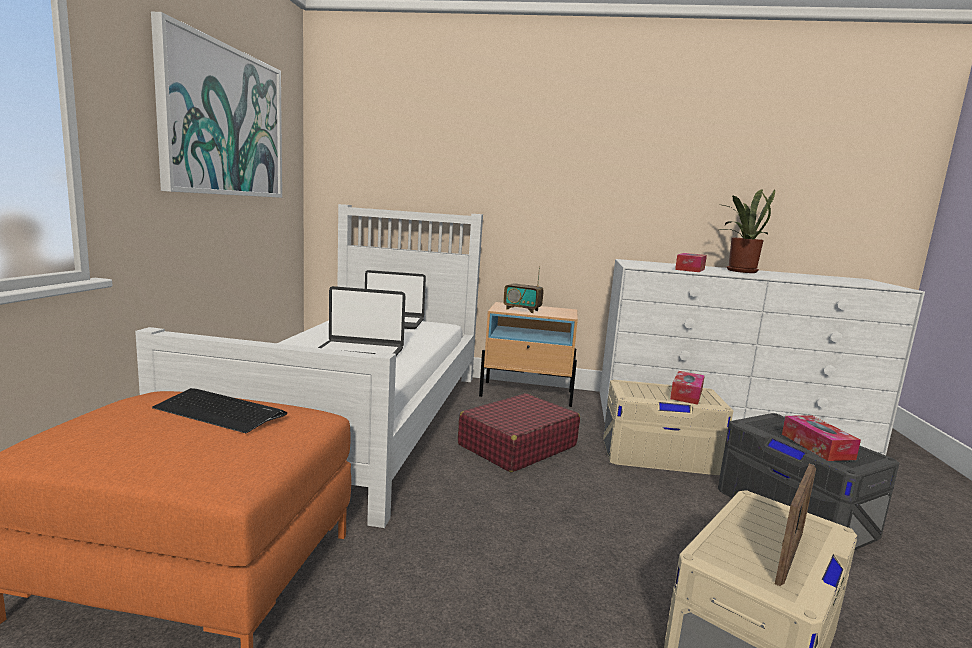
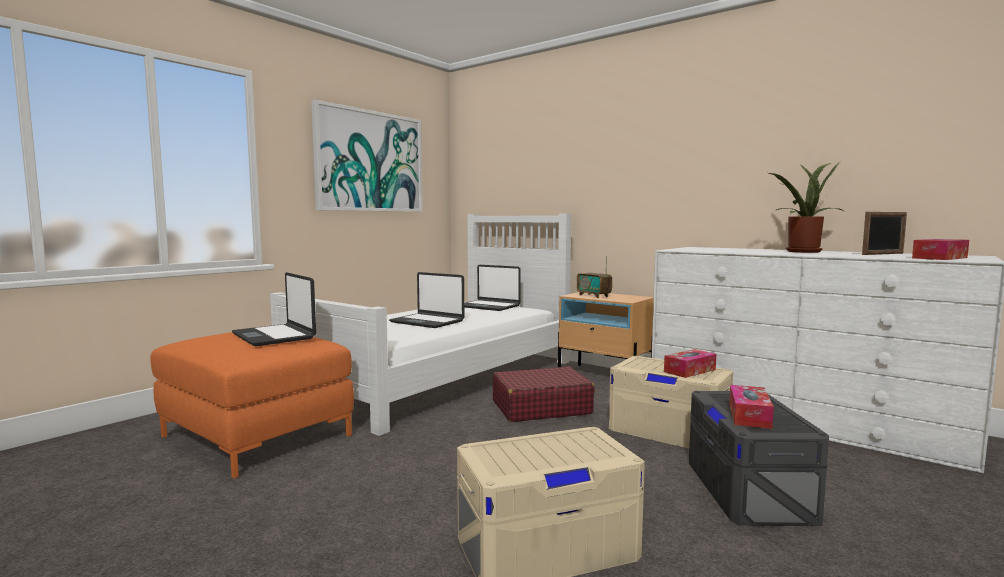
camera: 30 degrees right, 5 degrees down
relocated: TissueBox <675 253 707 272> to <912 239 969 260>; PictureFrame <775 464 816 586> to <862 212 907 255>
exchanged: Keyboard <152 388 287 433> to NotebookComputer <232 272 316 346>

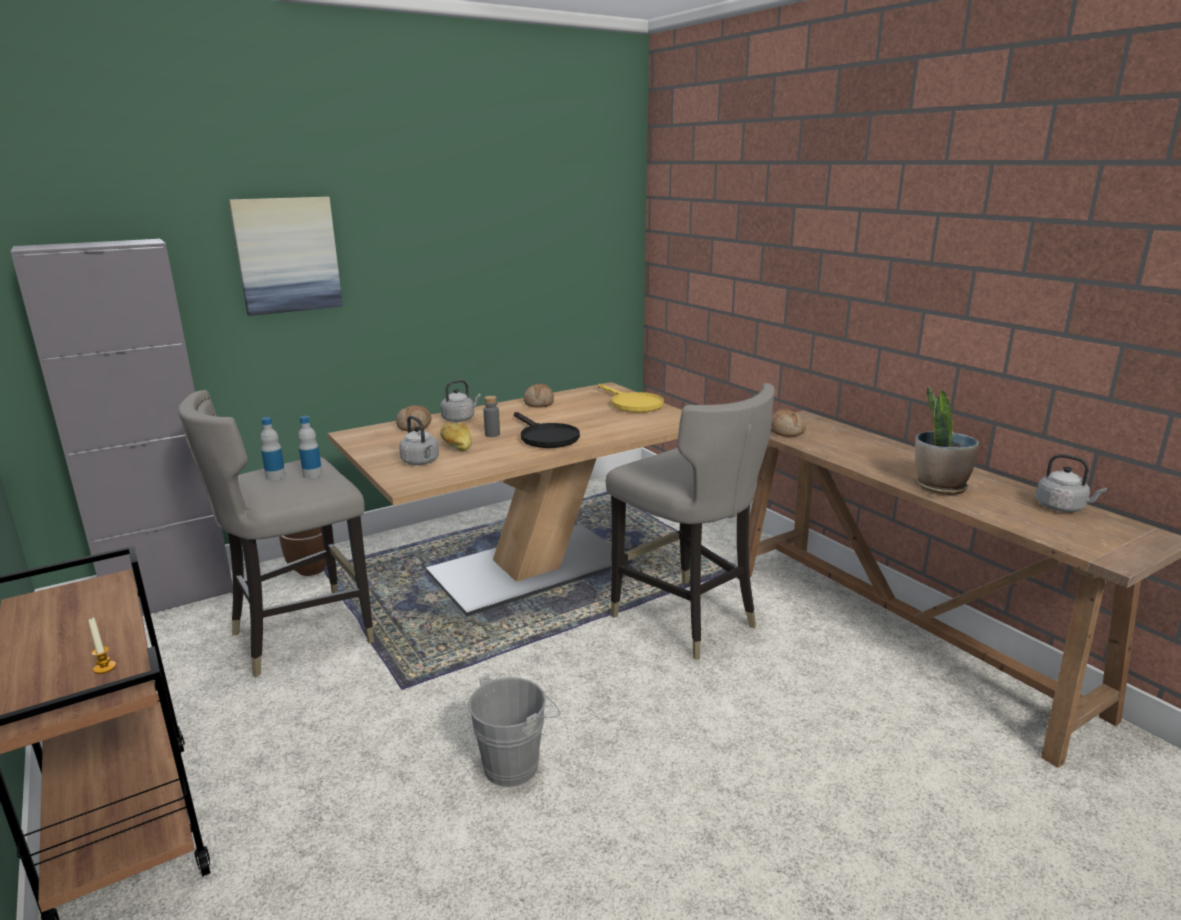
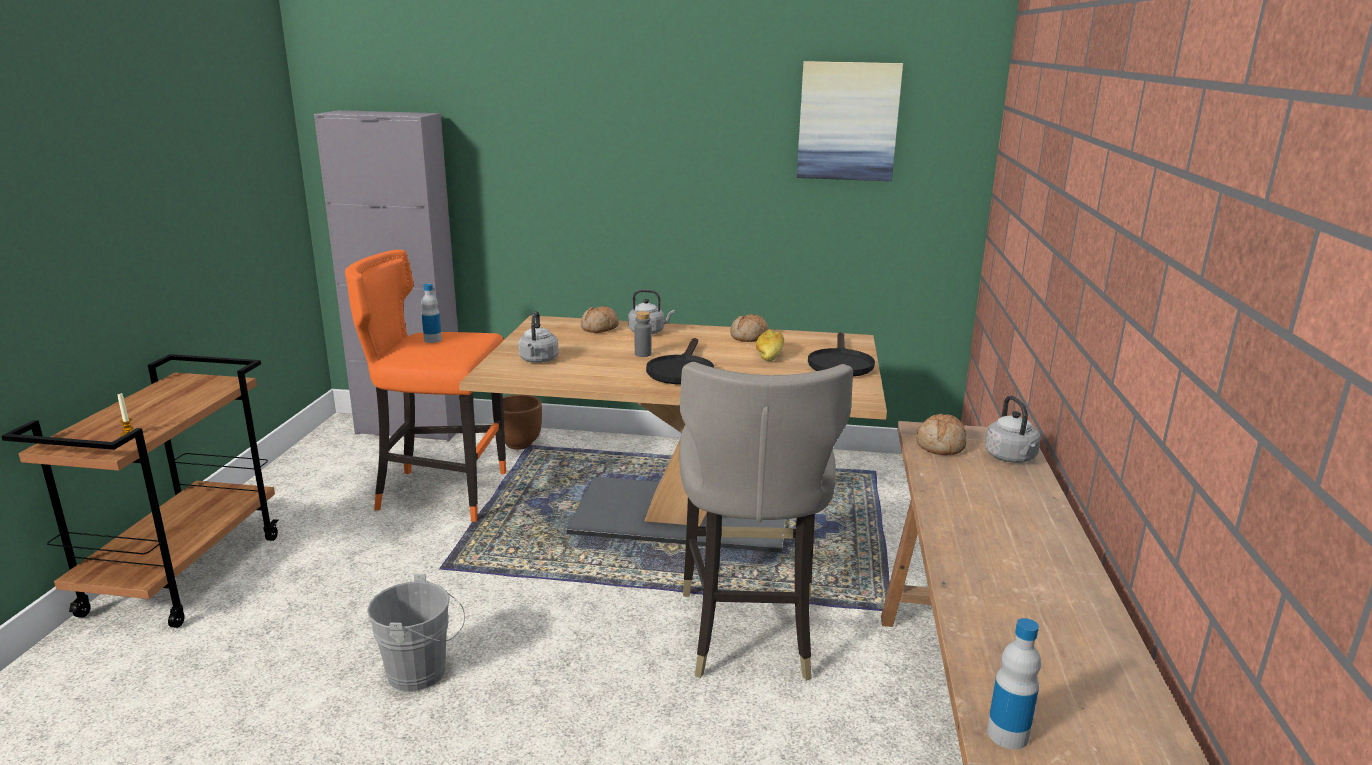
camera: 40 degrees right, 0 degrees up
missing: PottedPlant <915 386 979 495>
relocated: Picture <229 197 343 316> to <797 61 903 181>; DrinkBottle <298 416 322 478> to <987 618 1041 749>; Bread <440 423 472 451> to <756 330 784 361>; GreyishTeaKettle <1036 454 1107 512> to <985 395 1041 463>
colour: GreyishStool <178 390 374 677> to OrangeColouredStool <345 250 506 522>; YellowPan <599 384 664 413> to BlackishPan <808 332 875 376>

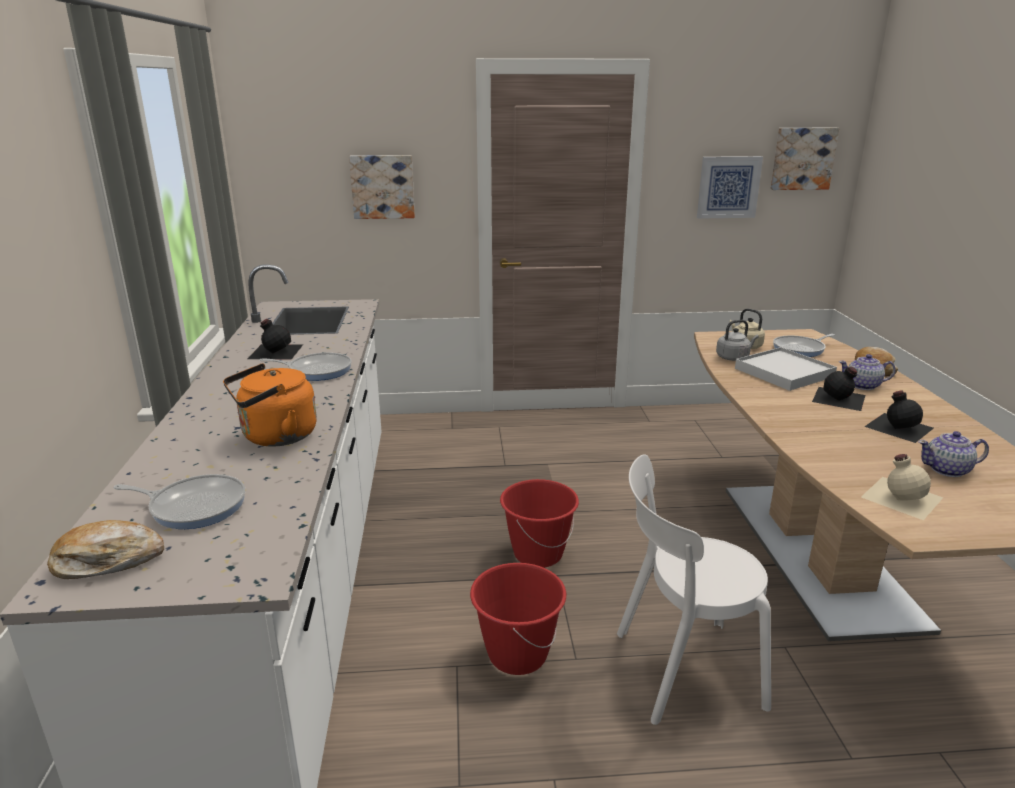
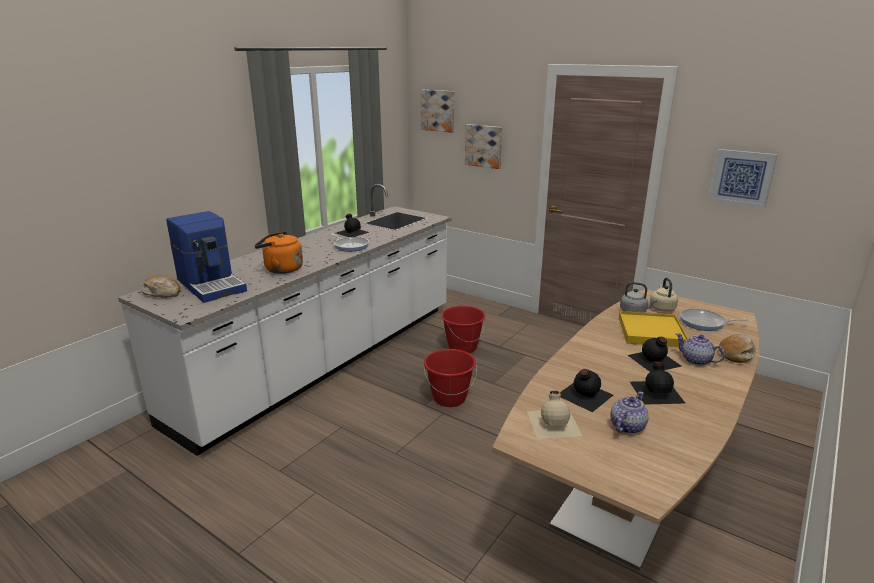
camera: 40 degrees right, 0 degrees up
missing: WhiteColouredUprightChair <617 454 771 725>
appeared: BlackishDrinkBottle <560 369 613 412>
relocated: RedColouredBucket <470 563 566 675> to <441 306 486 353>; Picture <771 128 839 190> to <420 90 455 133>
exchanged: Pan <113 474 245 529> to CoffeeMaker <166 211 247 303>
colour: WhiteColouredServingTray <735 347 837 391> to YellowServingTray <619 311 688 347>
spun: Teapot <918 431 989 477> = <611 392 649 434> 90 degrees clockwise

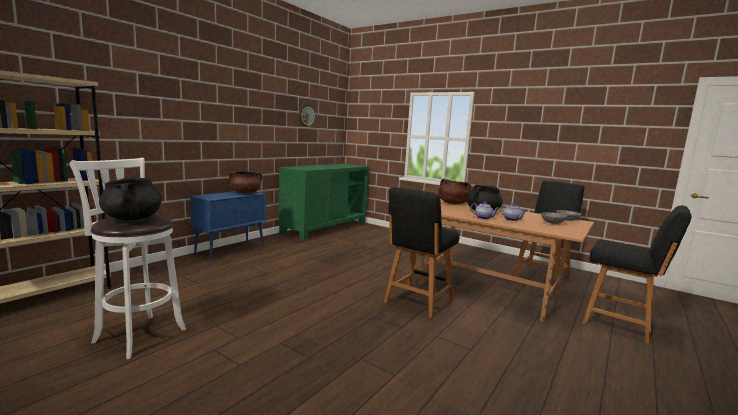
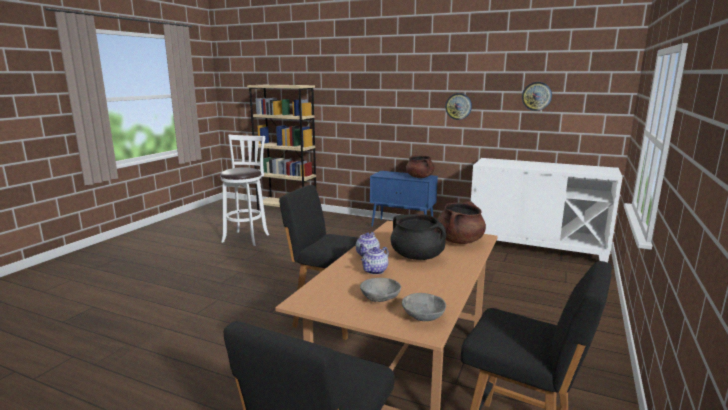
camera: 80 degrees right, 5 degrees up
missing: BlackishStockpot <99 177 162 221>
appeared: WallClock <445 93 472 120>
colour: GreenColouredCupboard <279 164 369 240> to WhiteColouredCupboard <471 158 623 263>

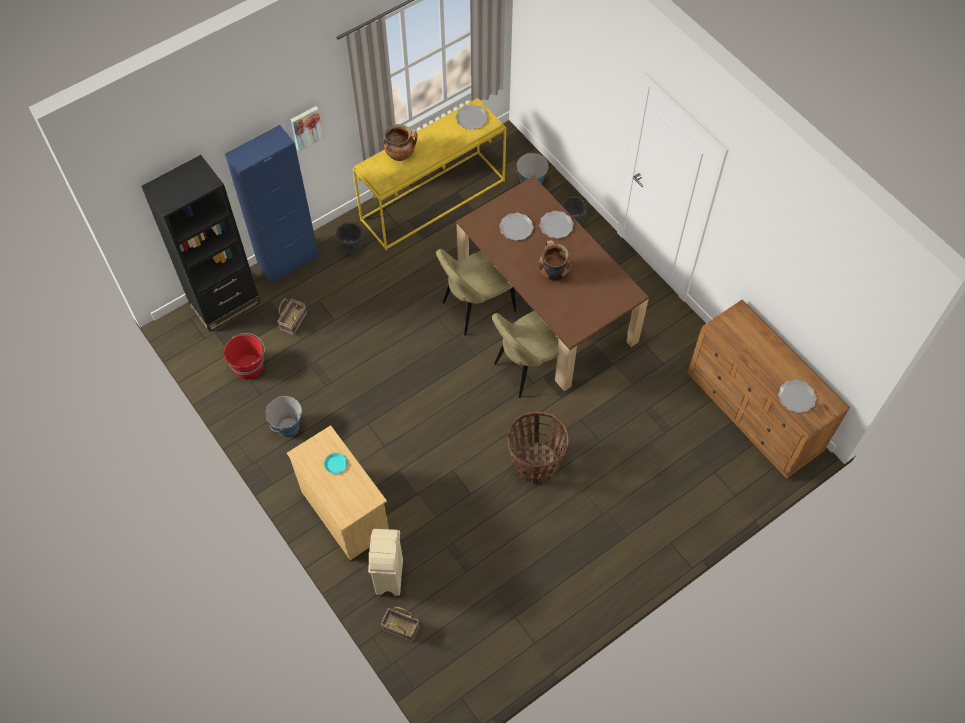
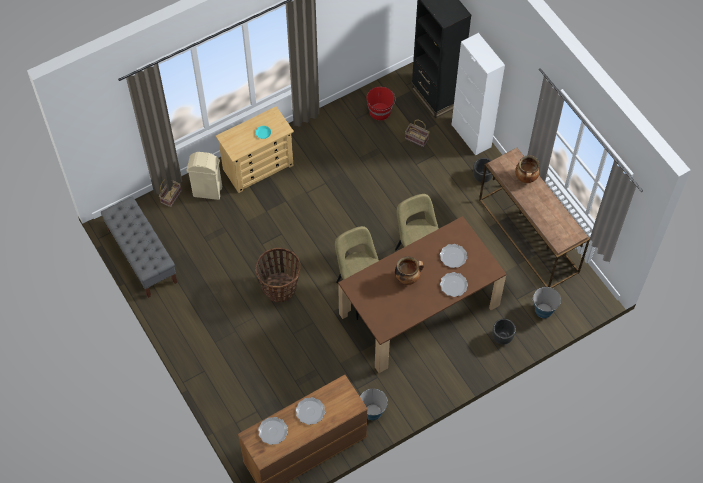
camera: 95 degrees right, 0 degrees up
missing: Picture <291 106 324 152>
appeared: GreyishLongSeat <101 196 177 298>
relocated: Bucket <265 396 302 437> to <360 389 388 420>; Plate <455 104 488 130> to <296 397 325 425>
colour: BlueColouredCupboard <225 125 319 284> to WhiteColouredCupboard <452 33 505 156>; YellowConsoleTable <352 98 506 250> to BrownishConsoleTable <479 148 590 288>

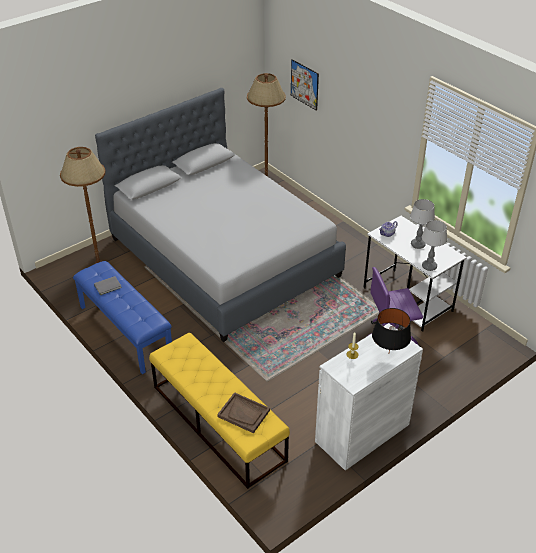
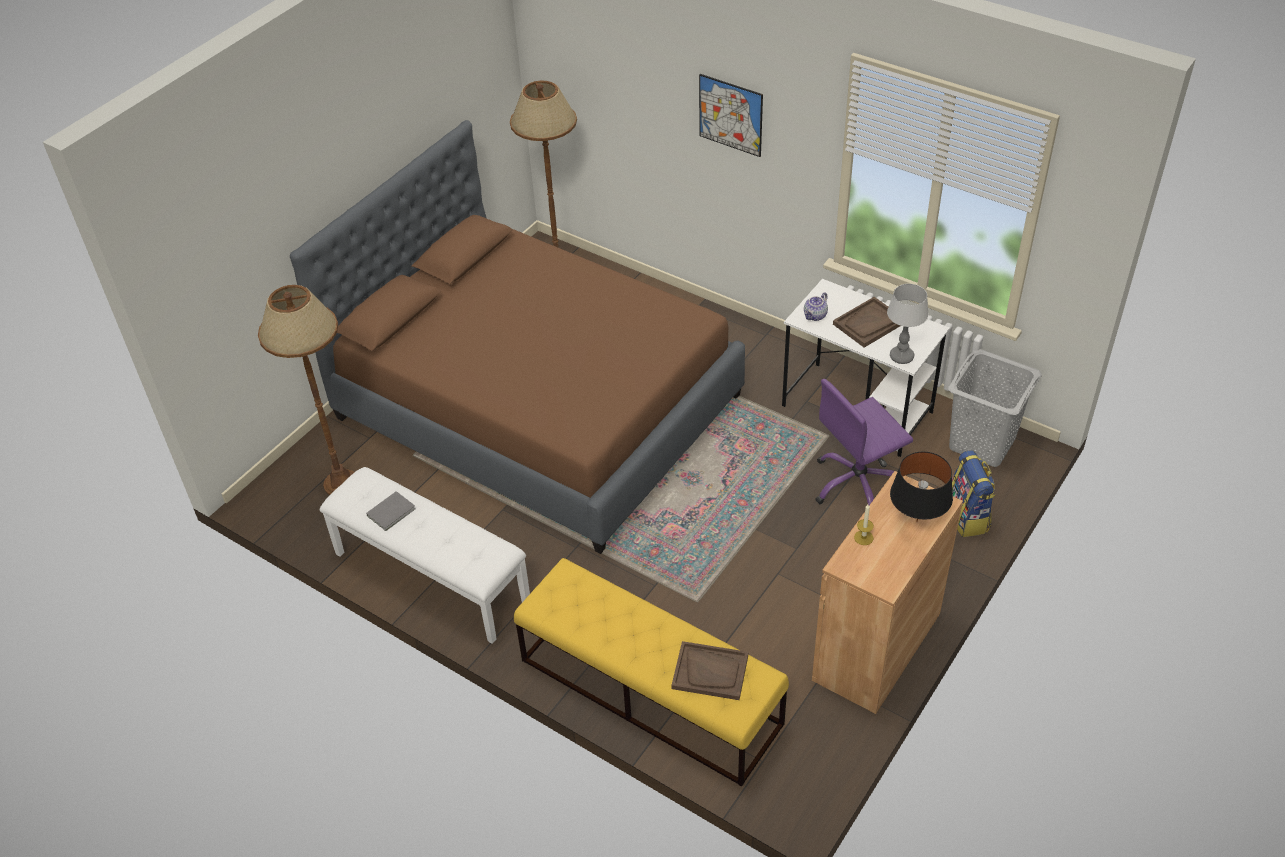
camera: 15 degrees left, 5 degrees up
appeared: GreyishLaundryBasket <948 349 1042 467>; Knapsack <952 450 995 537>
relocated: Picture <291 59 319 111> to <699 74 763 157>
exchanged: TabletopLamp <410 199 435 249> to BrownishServingTray <833 297 900 348>
colour: BlueColouredLongSeat <73 261 172 374> to WhiteColouredLongSeat <320 467 530 644>; GreyishSleepingBed <95 88 346 342> to BrownishSleepingBed <290 120 745 554>; WhiteColouredCupboard <315 323 423 471> to BrownishCupboard <812 471 963 714>

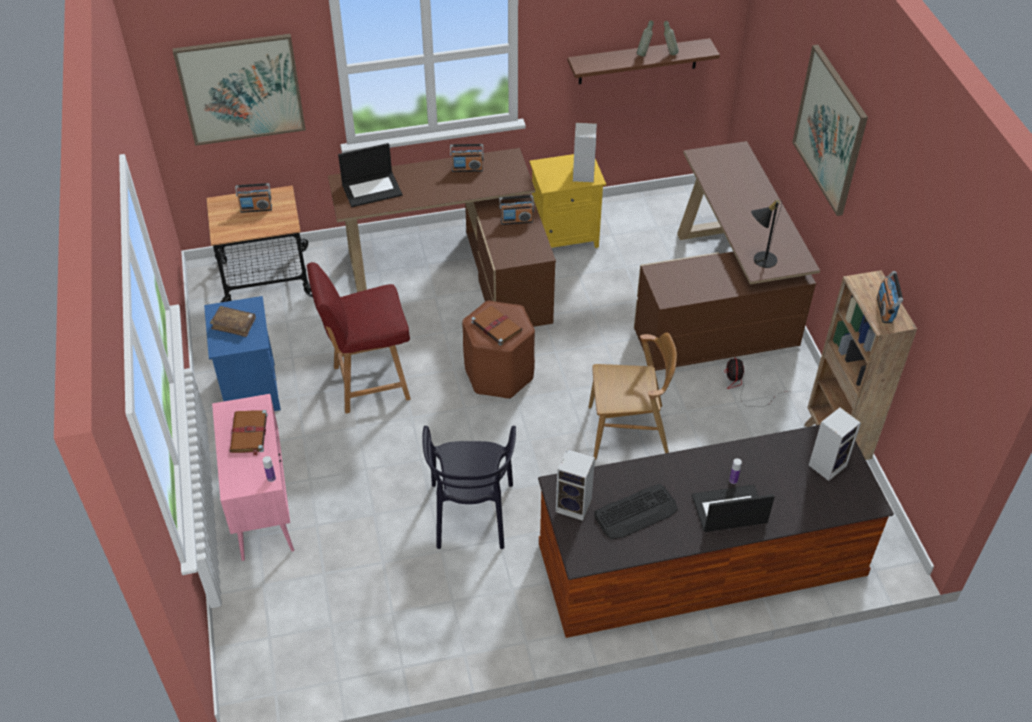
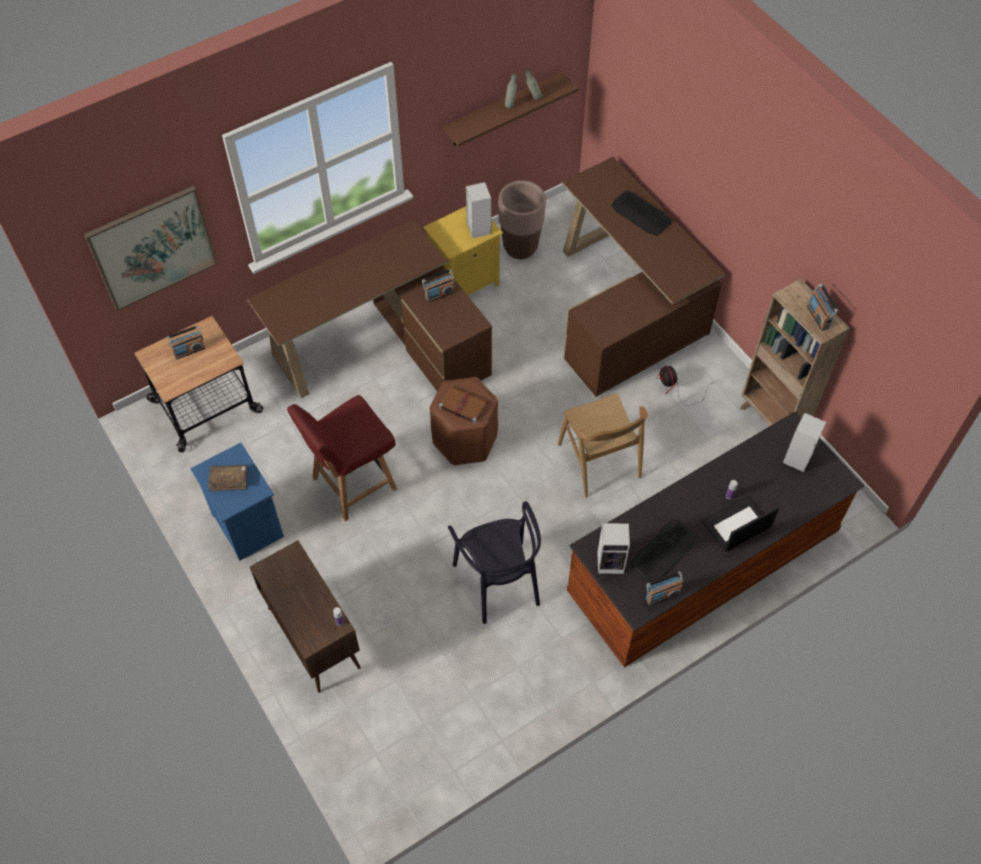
camera: 20 degrees left, 10 degrees up
missing: BrownishBoundBook <230 410 268 456>; NotebookComputer <338 143 402 207>; BlackishTabletopLamp <751 199 782 268>; Picture <792 45 868 216>
appeared: BrownishFlowerPot <498 180 546 259>; Keyboard <611 191 672 235>
relocated: RadioReceiver <450 144 484 172> to <645 571 683 606>
colour: PinkColouredCupboard <212 394 294 561> to BrownishCupboard <250 540 361 693>
spun: BrownishUprightChair <589 333 677 460> = <558 393 648 498> 90 degrees clockwise

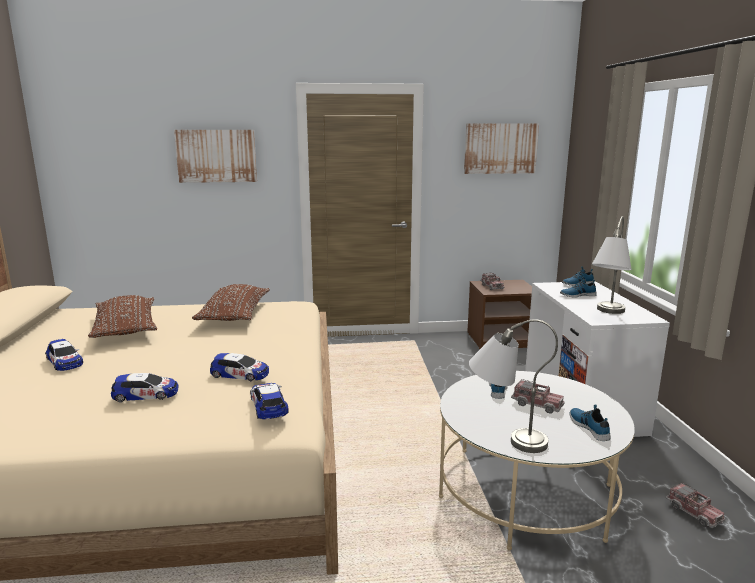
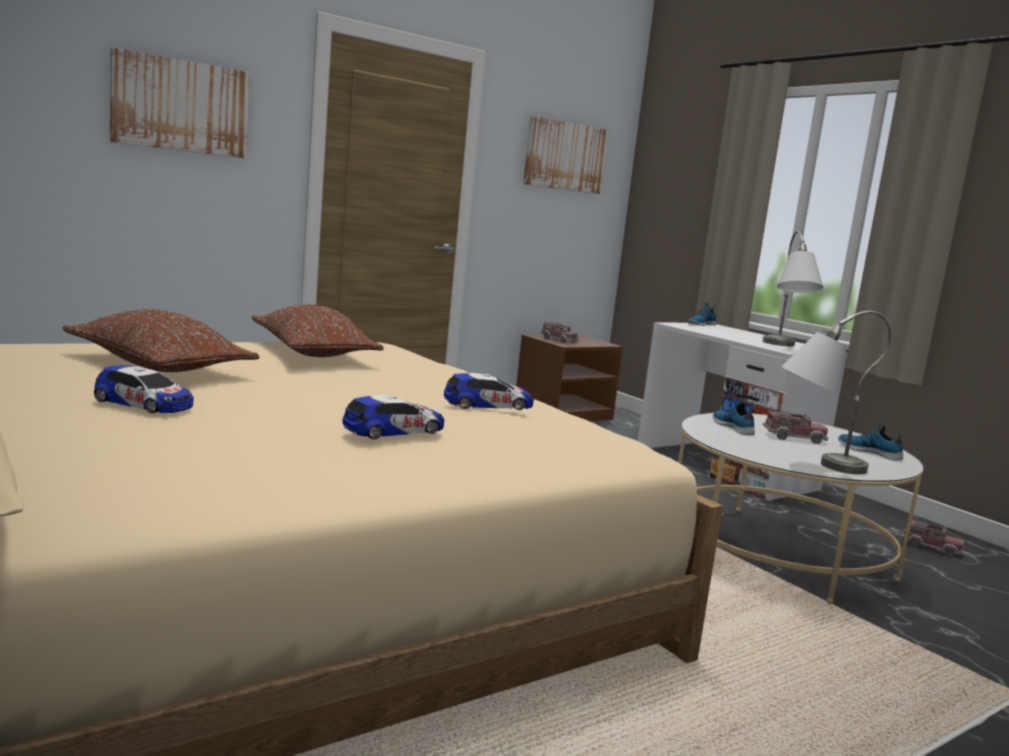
camera: 30 degrees left, 5 degrees down
missing: ModelCar <250 383 288 419>; Shoe <560 277 597 298>

